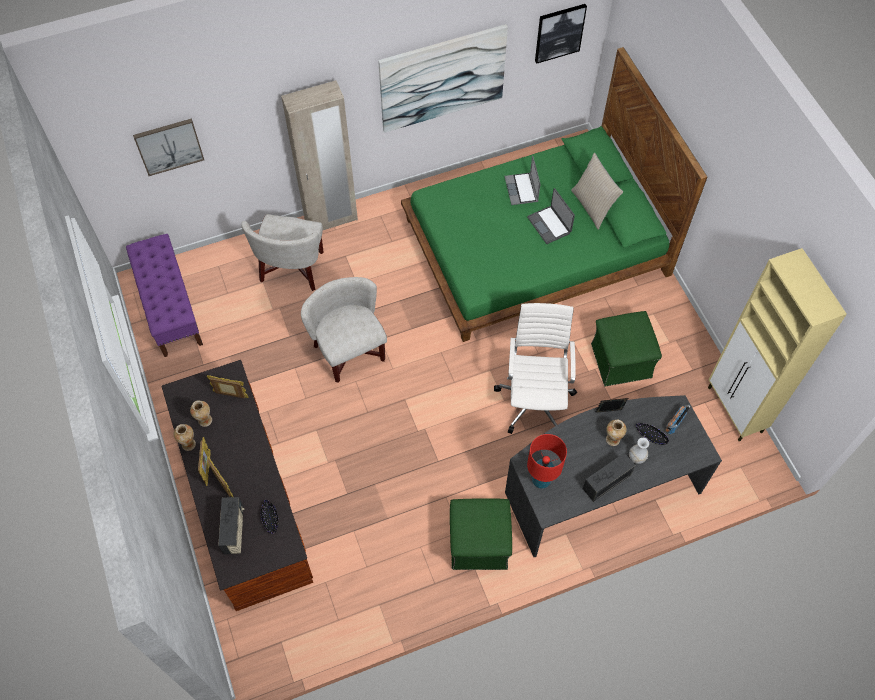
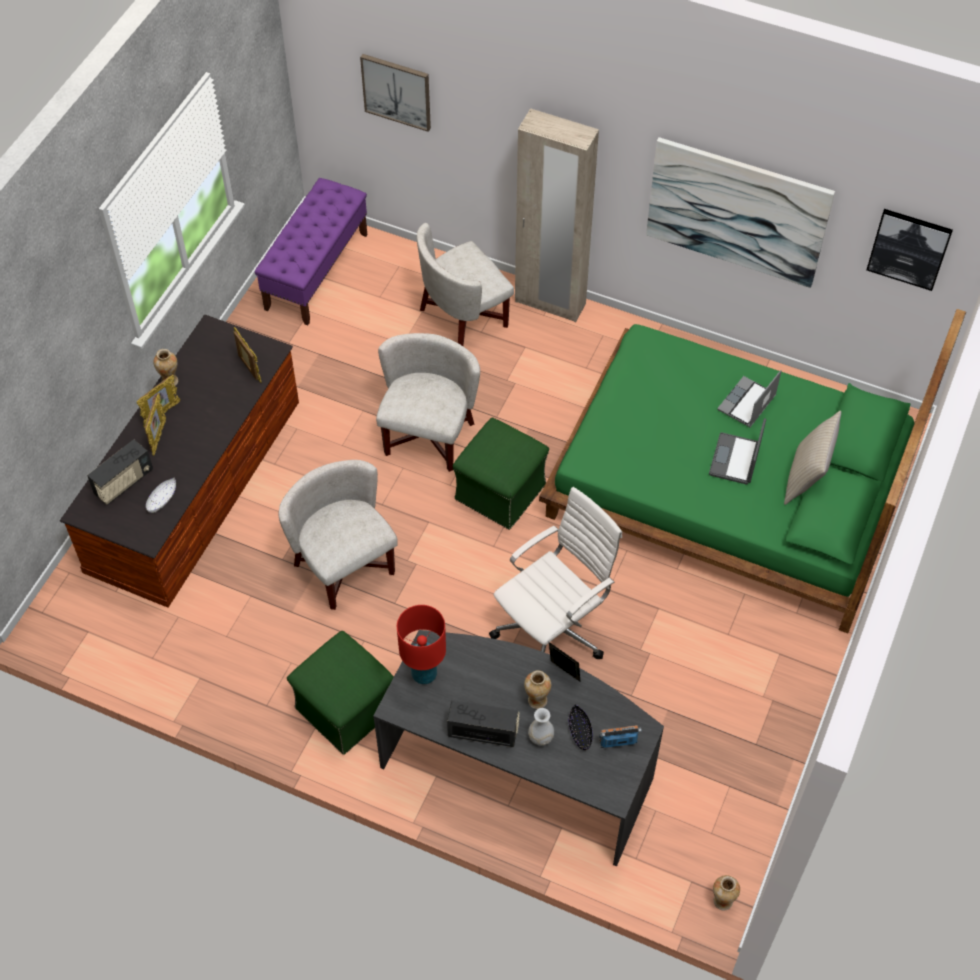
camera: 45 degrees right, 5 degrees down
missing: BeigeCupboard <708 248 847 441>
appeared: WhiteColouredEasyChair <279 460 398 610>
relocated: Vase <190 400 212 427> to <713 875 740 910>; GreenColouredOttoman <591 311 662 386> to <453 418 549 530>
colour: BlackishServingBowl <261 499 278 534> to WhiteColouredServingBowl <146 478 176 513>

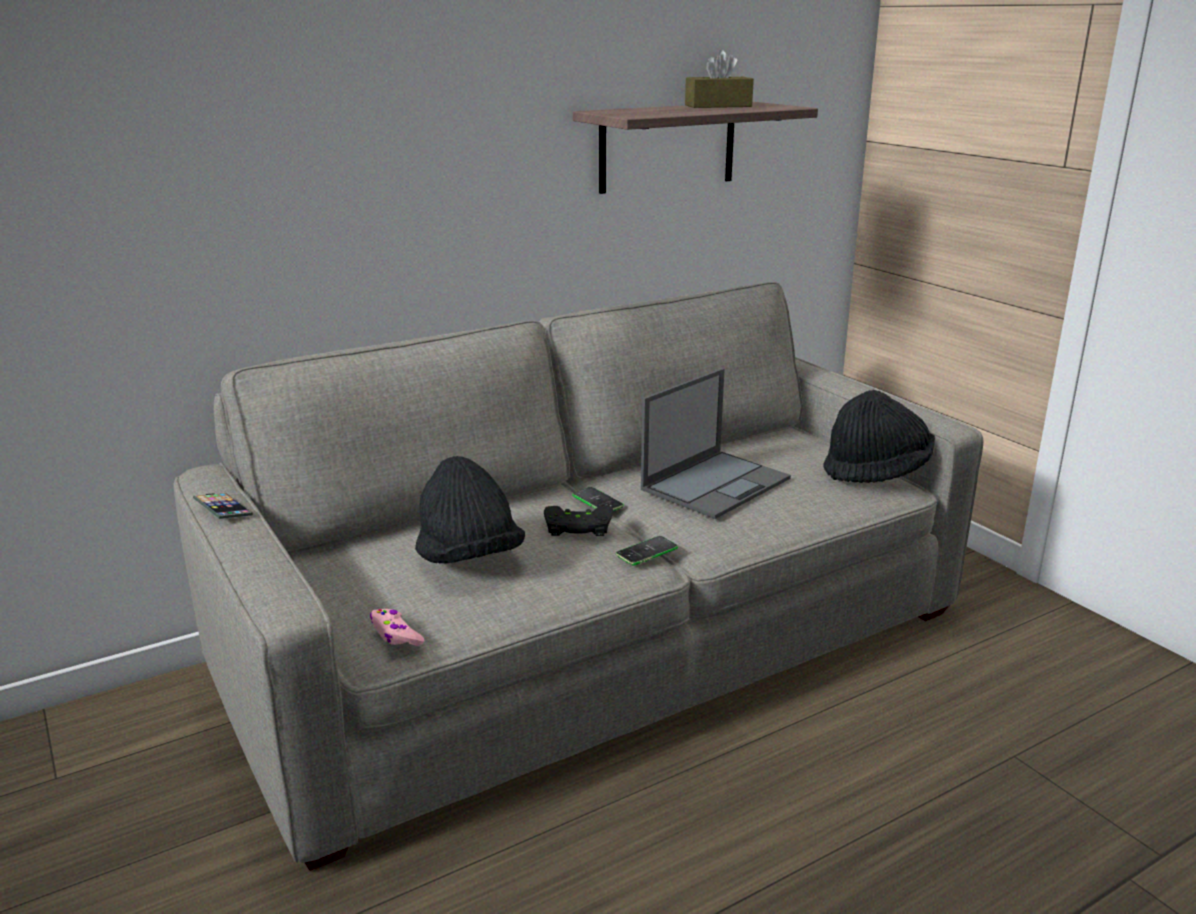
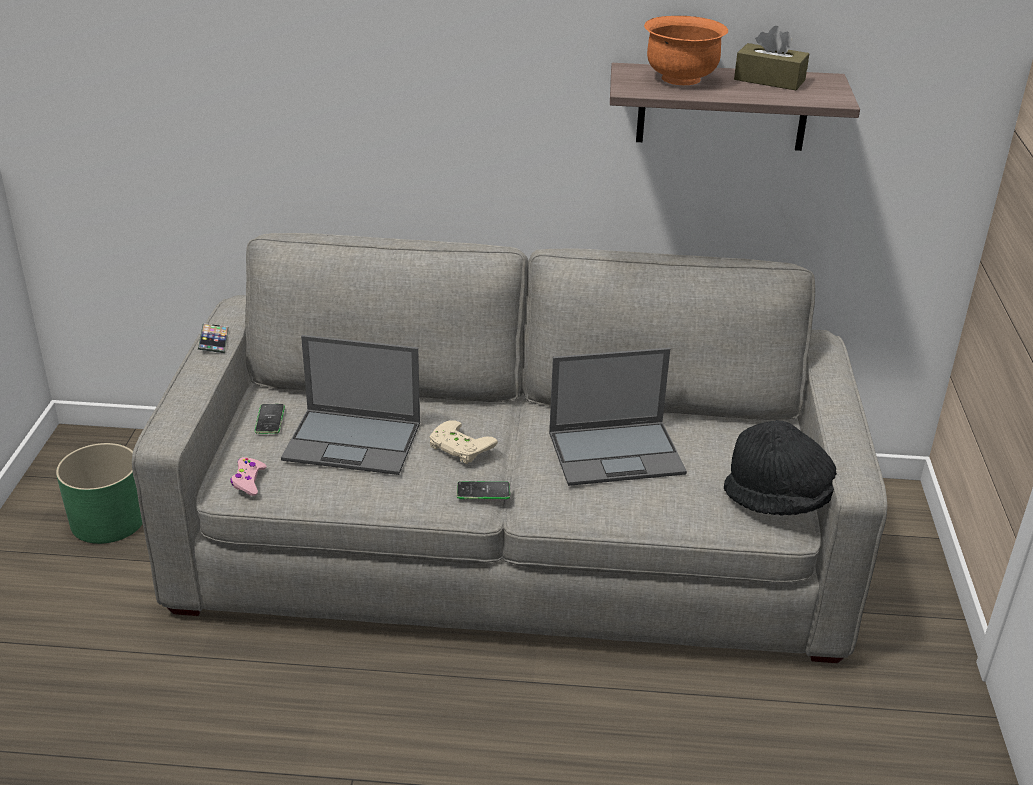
camera: 35 degrees right, 10 degrees up
appeared: GreenColouredFlowerPot <56 443 143 544>; OrangeColouredServingBowl <644 16 728 85>
relocated: Telephone <572 487 624 511> to <254 404 285 434>
exchanged: BlackishHat <415 456 525 564> to NotebookComputer <281 335 420 475>
colour: BlackishGameController <544 506 613 536> to BeigeGameController <429 420 498 464>

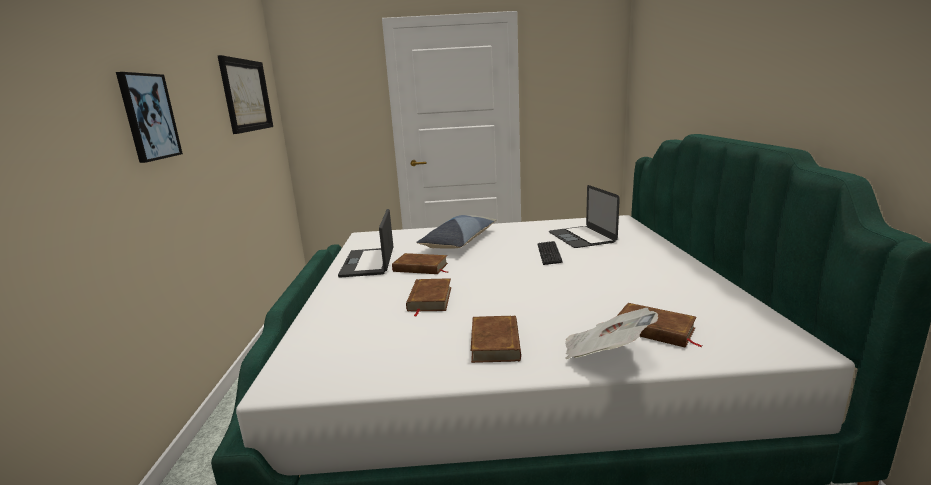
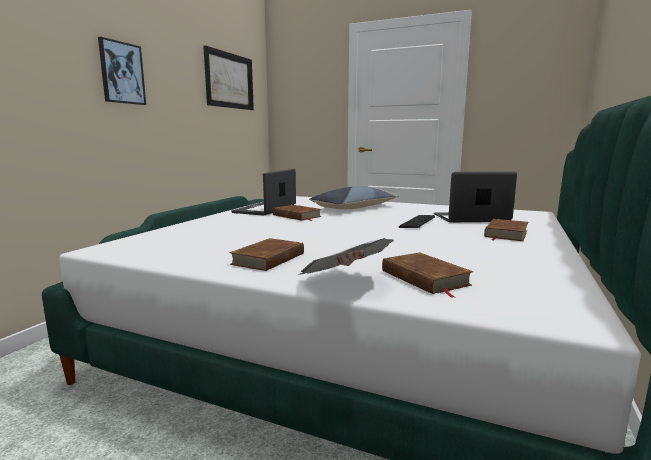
camera: 25 degrees right, 5 degrees down
relocated: BrownishBoundBook <406 278 451 316> to <484 219 528 241>
spun: NotebookComputer <549 185 620 248> = <434 171 517 222> 75 degrees clockwise

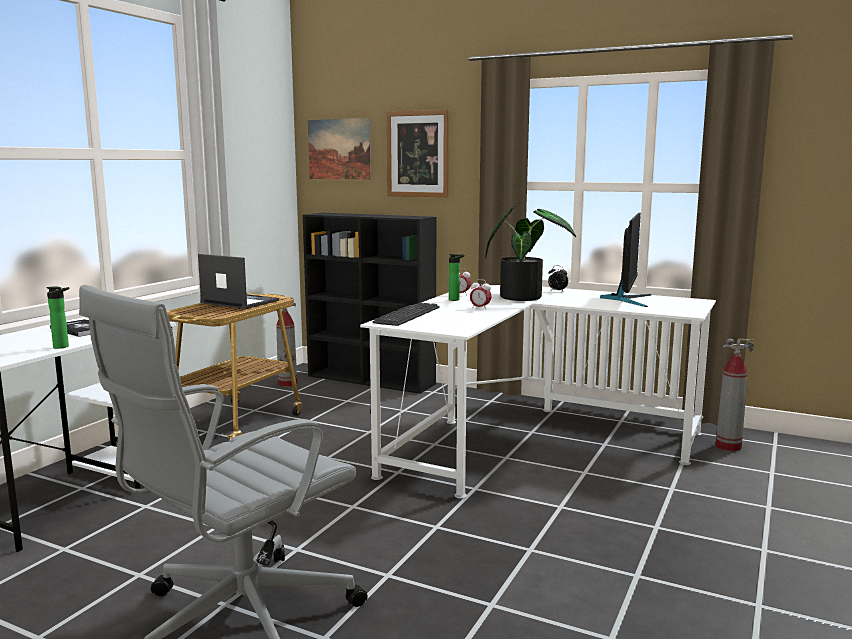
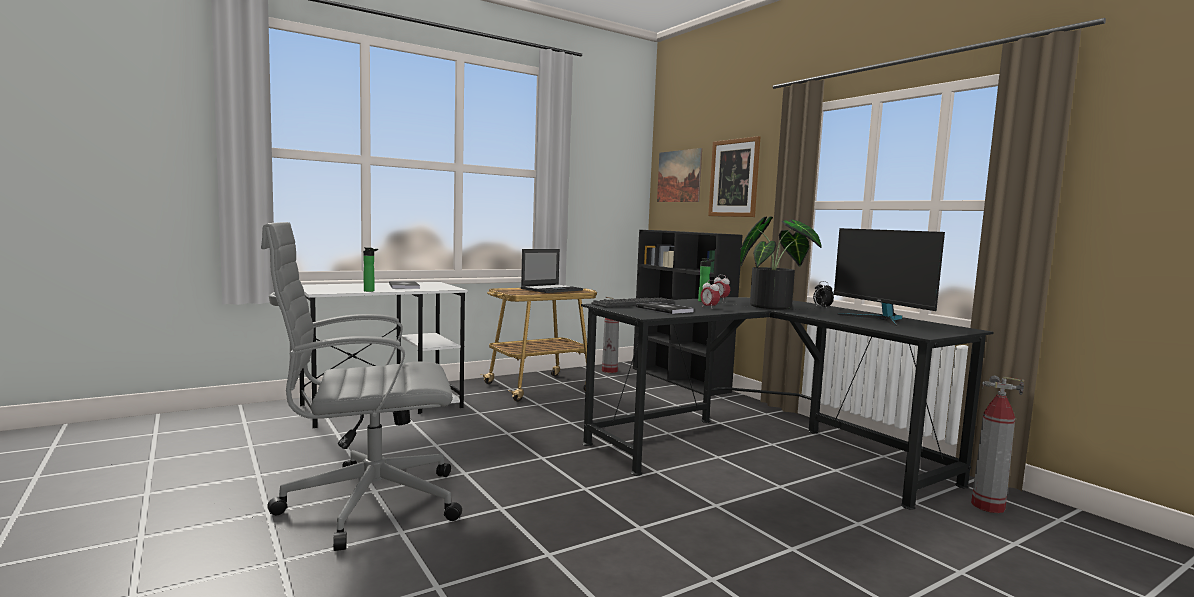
camera: 30 degrees right, 5 degrees down
appeared: BoundBook <636 302 694 314>
colour: WhiteColouredDeskTable <360 285 716 499> to BlackishDeskTable <581 297 994 510>
spun: NotebookComputer <198 254 279 309> = <521 249 583 293> 75 degrees clockwise; ComputerDisplay <600 213 652 307> = <833 228 945 326> 105 degrees clockwise

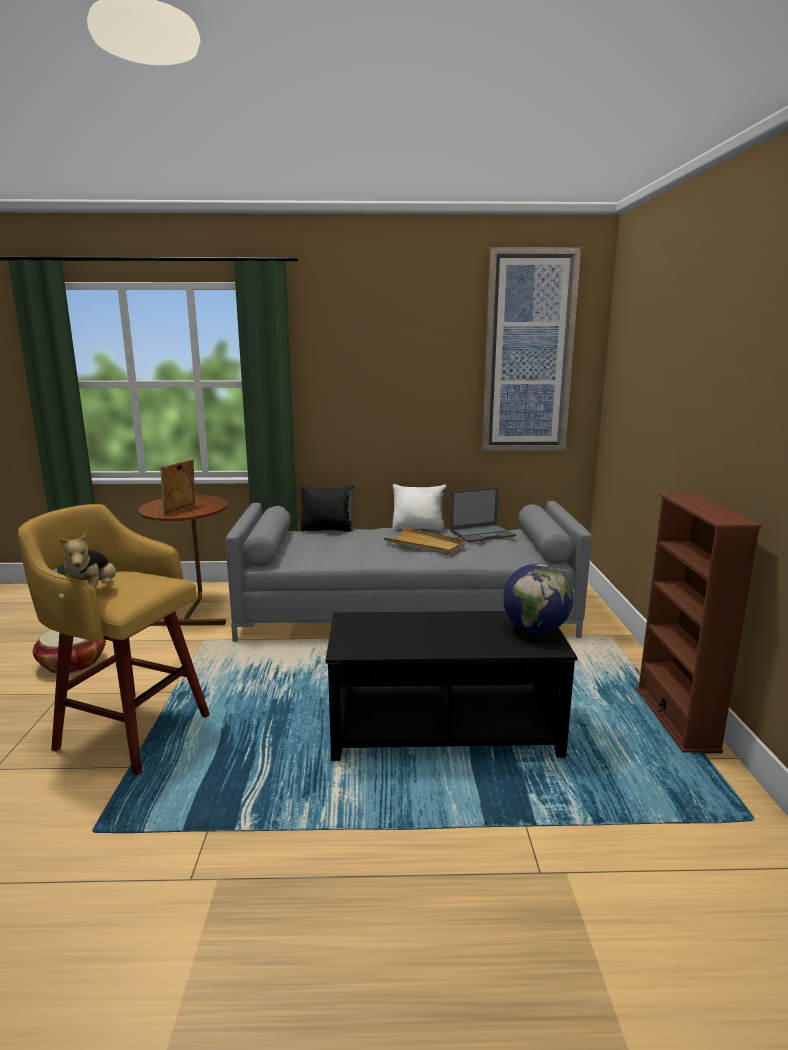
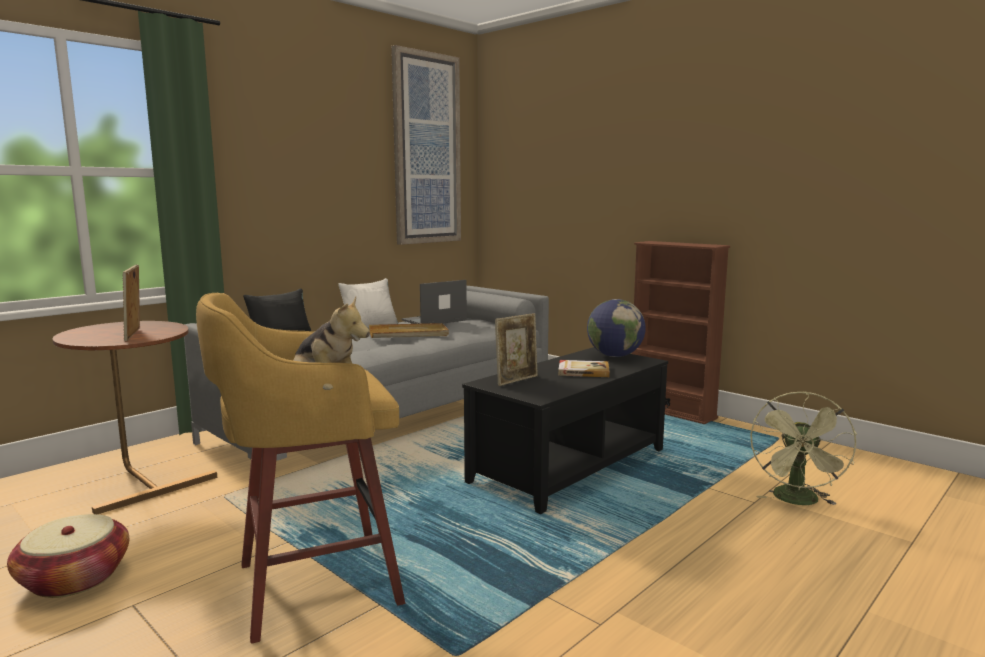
camera: 45 degrees left, 5 degrees down
appeared: PictureFrame <495 313 538 386>; BoundBook <558 360 610 377>; GreenColouredFan <750 392 857 505>
spun: NotebookComputer <450 487 516 542> = <402 280 467 324> 150 degrees counterclockwise

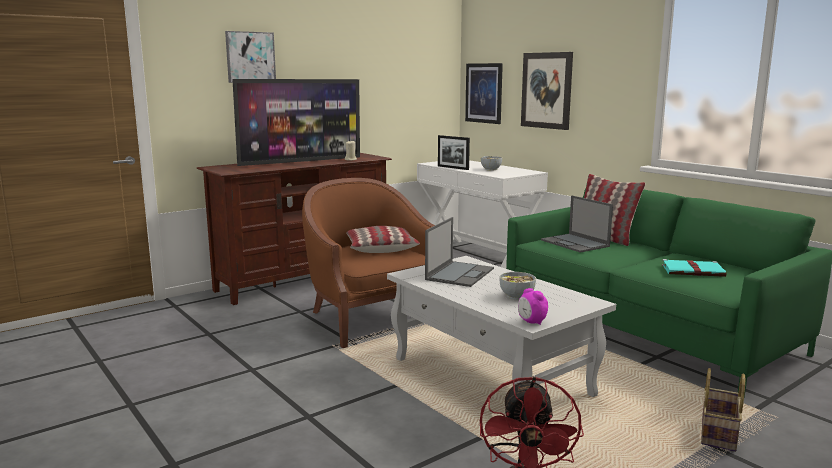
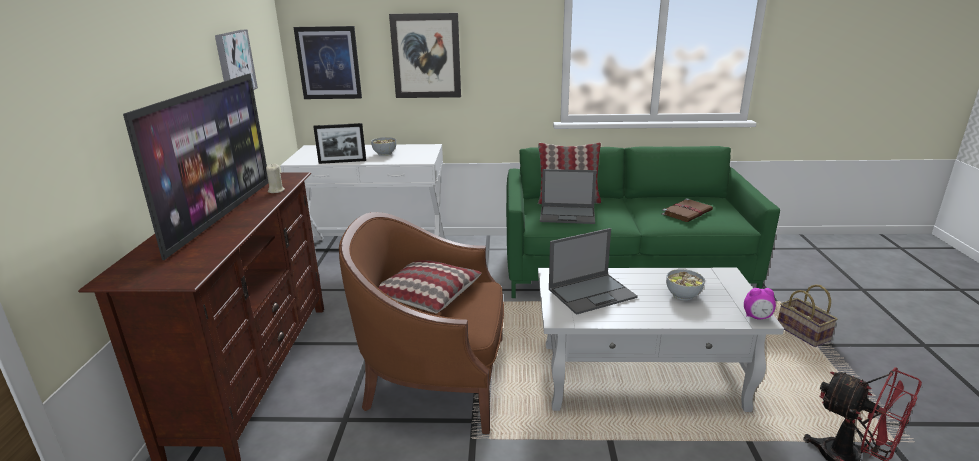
camera: 50 degrees left, 10 degrees up
relocated: Picture <225 31 276 83> to <215 30 258 90>
colour: BlueGreenBoundBook <662 259 726 277> to BrownishBoundBook <662 198 713 222>
spun: NotebookComputer <425 217 494 287> = <549 228 638 315> 90 degrees clockwise

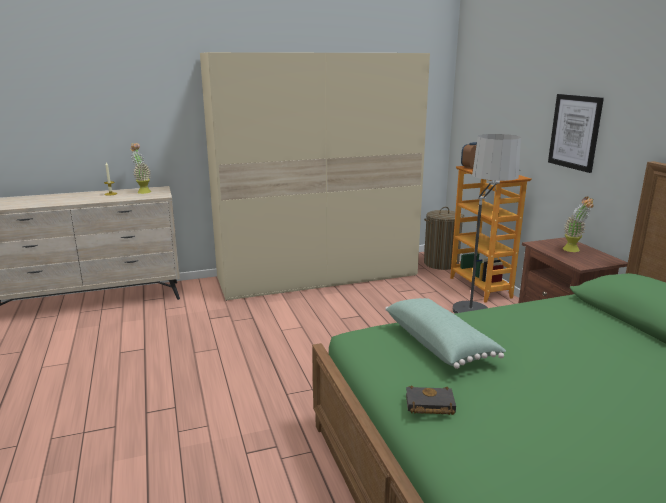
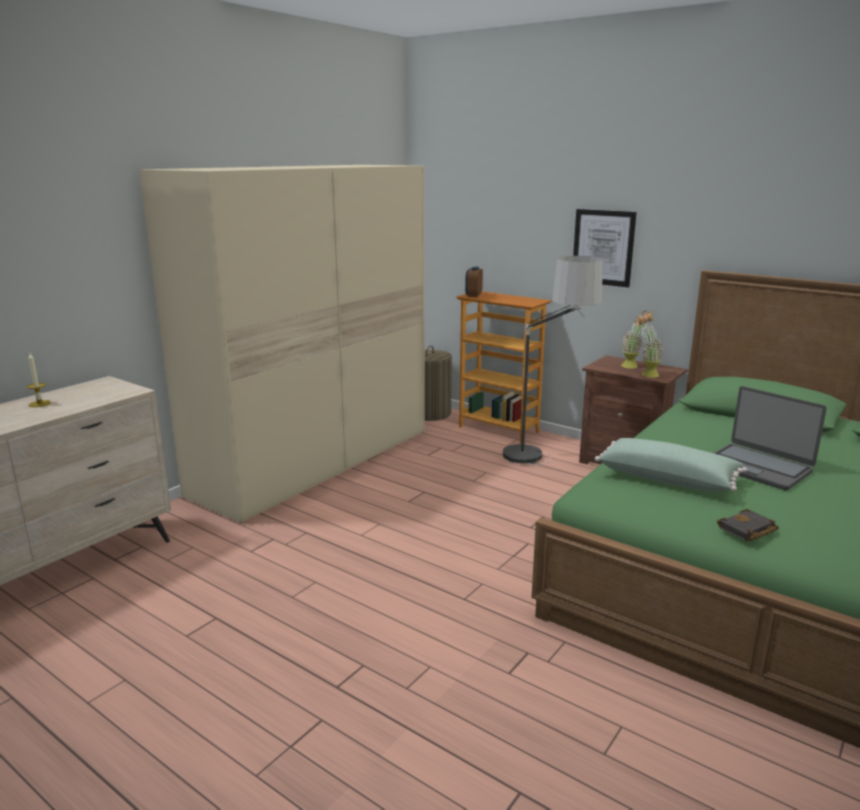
camera: 35 degrees left, 0 degrees up
appeared: NotebookComputer <714 386 827 490>
relocated: PottedPlant <130 143 151 194> to <635 316 663 378>

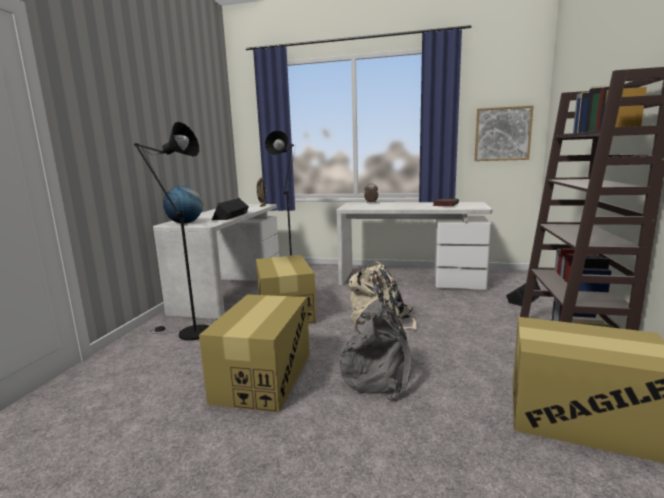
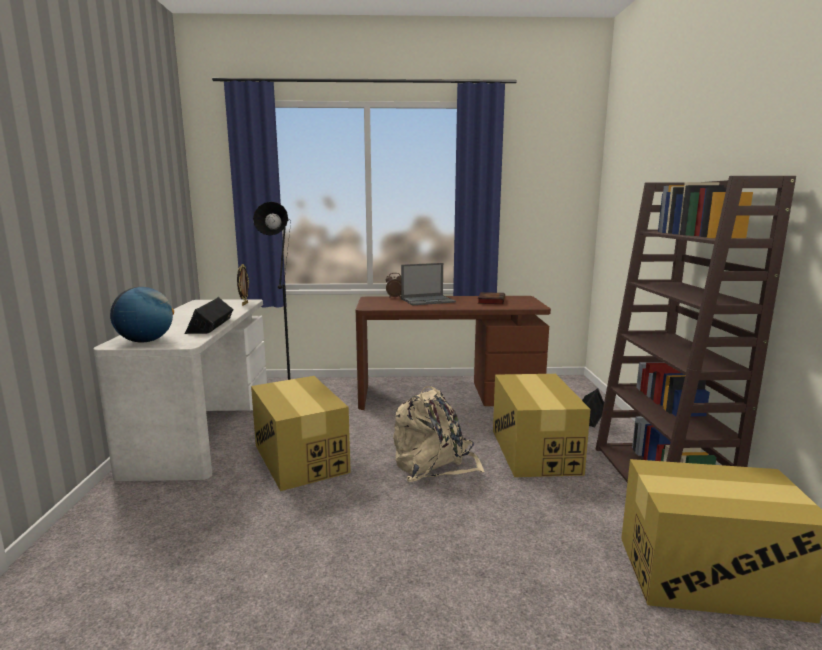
camera: 15 degrees left, 0 degrees up
missing: BlackishStandardLamp <134 122 209 341>; GreyishKnapsack <339 298 424 400>; Picture <474 105 534 161>
appeared: NotebookComputer <401 263 456 305>
relocated: CardboardBox <199 294 310 413> to <493 374 590 477>
colour: WhiteColouredDeskTable <336 202 492 290> to BrownishDeskTable <356 296 551 410>

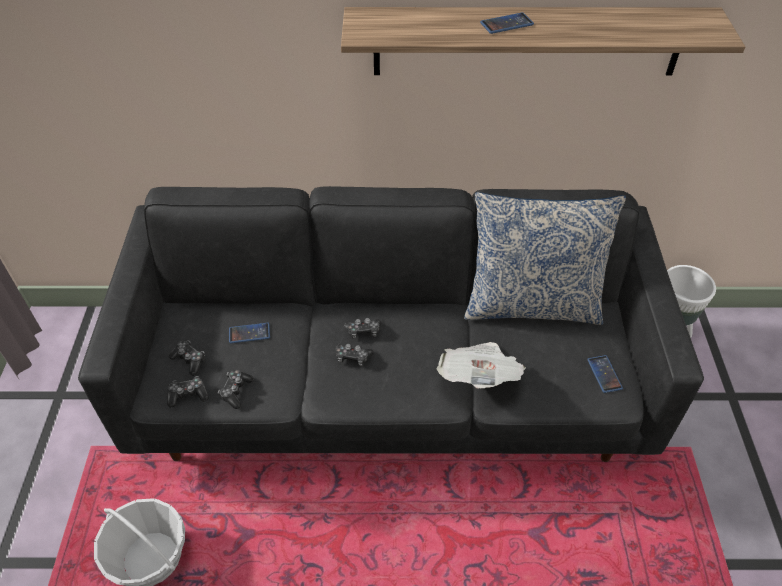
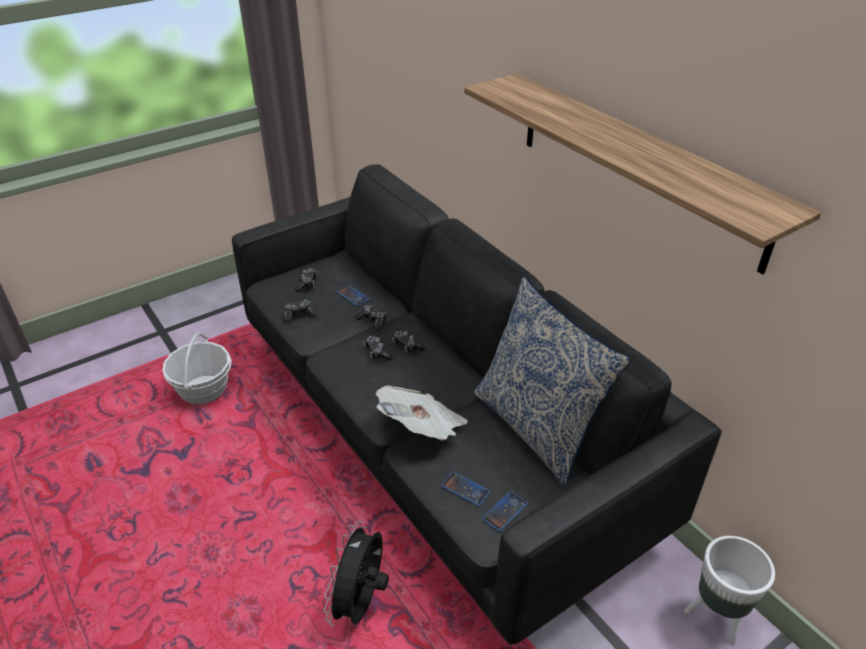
camera: 55 degrees right, 10 degrees down
appeared: BlackishFan <324 521 389 627>
relocated: GameController <167 376 209 408> to <355 305 387 331>; Telephone <480 12 534 34> to <441 471 491 507>

